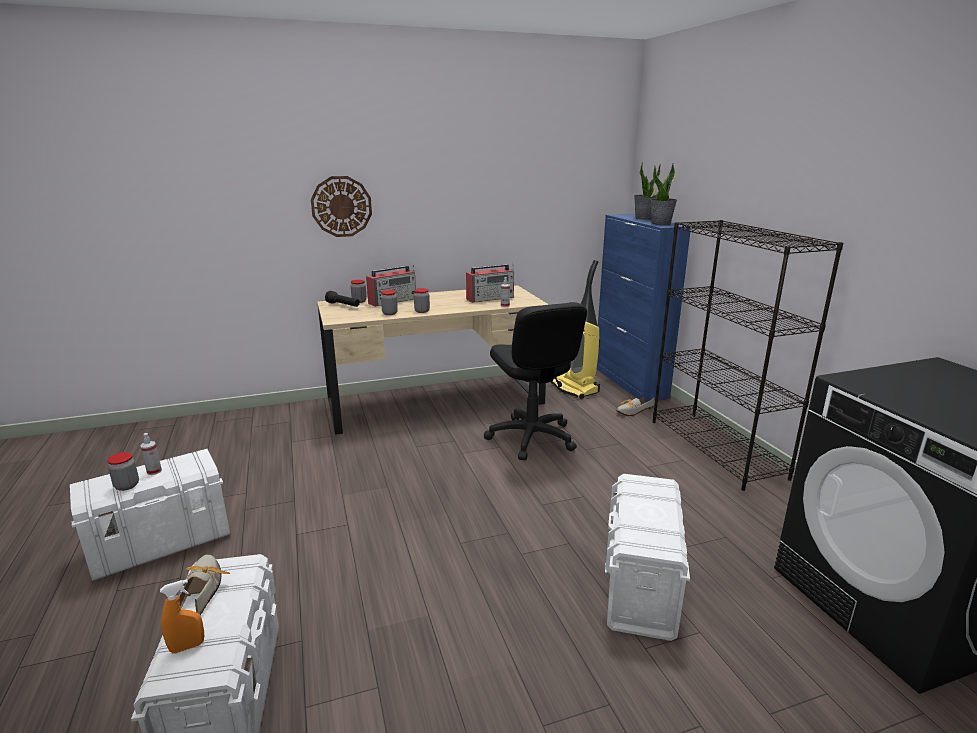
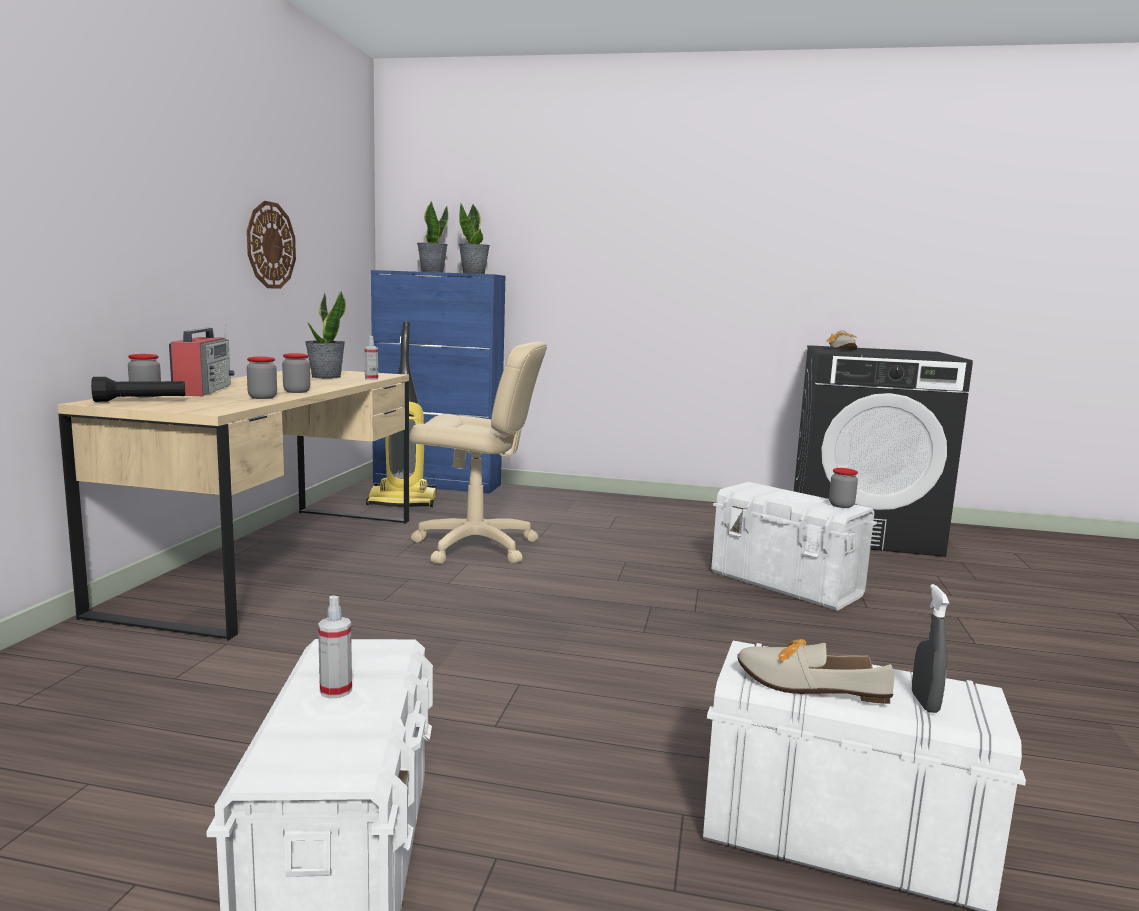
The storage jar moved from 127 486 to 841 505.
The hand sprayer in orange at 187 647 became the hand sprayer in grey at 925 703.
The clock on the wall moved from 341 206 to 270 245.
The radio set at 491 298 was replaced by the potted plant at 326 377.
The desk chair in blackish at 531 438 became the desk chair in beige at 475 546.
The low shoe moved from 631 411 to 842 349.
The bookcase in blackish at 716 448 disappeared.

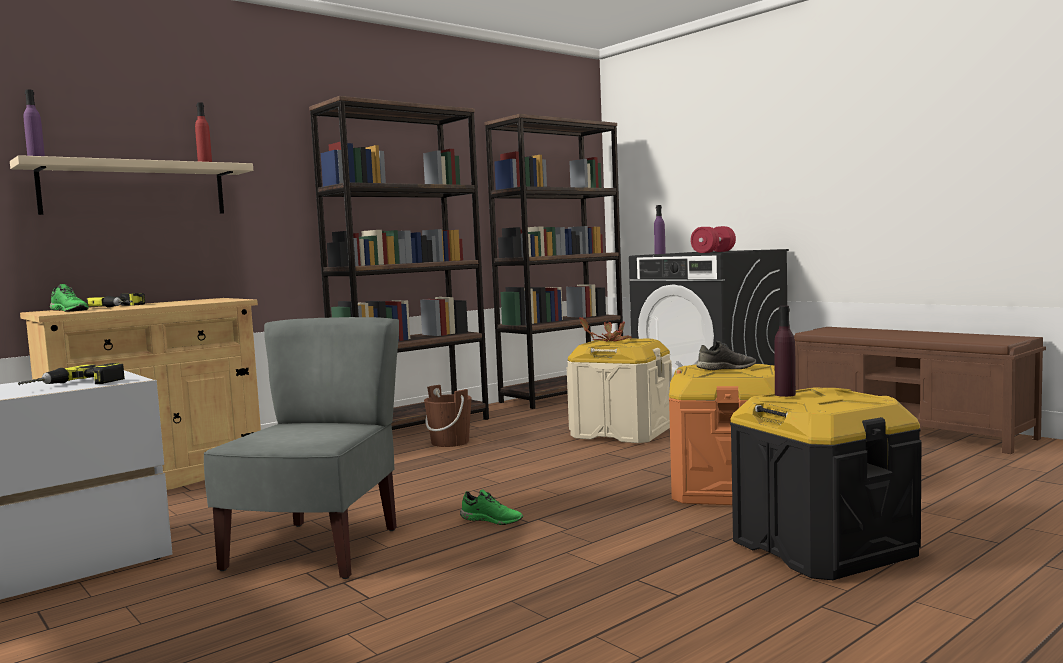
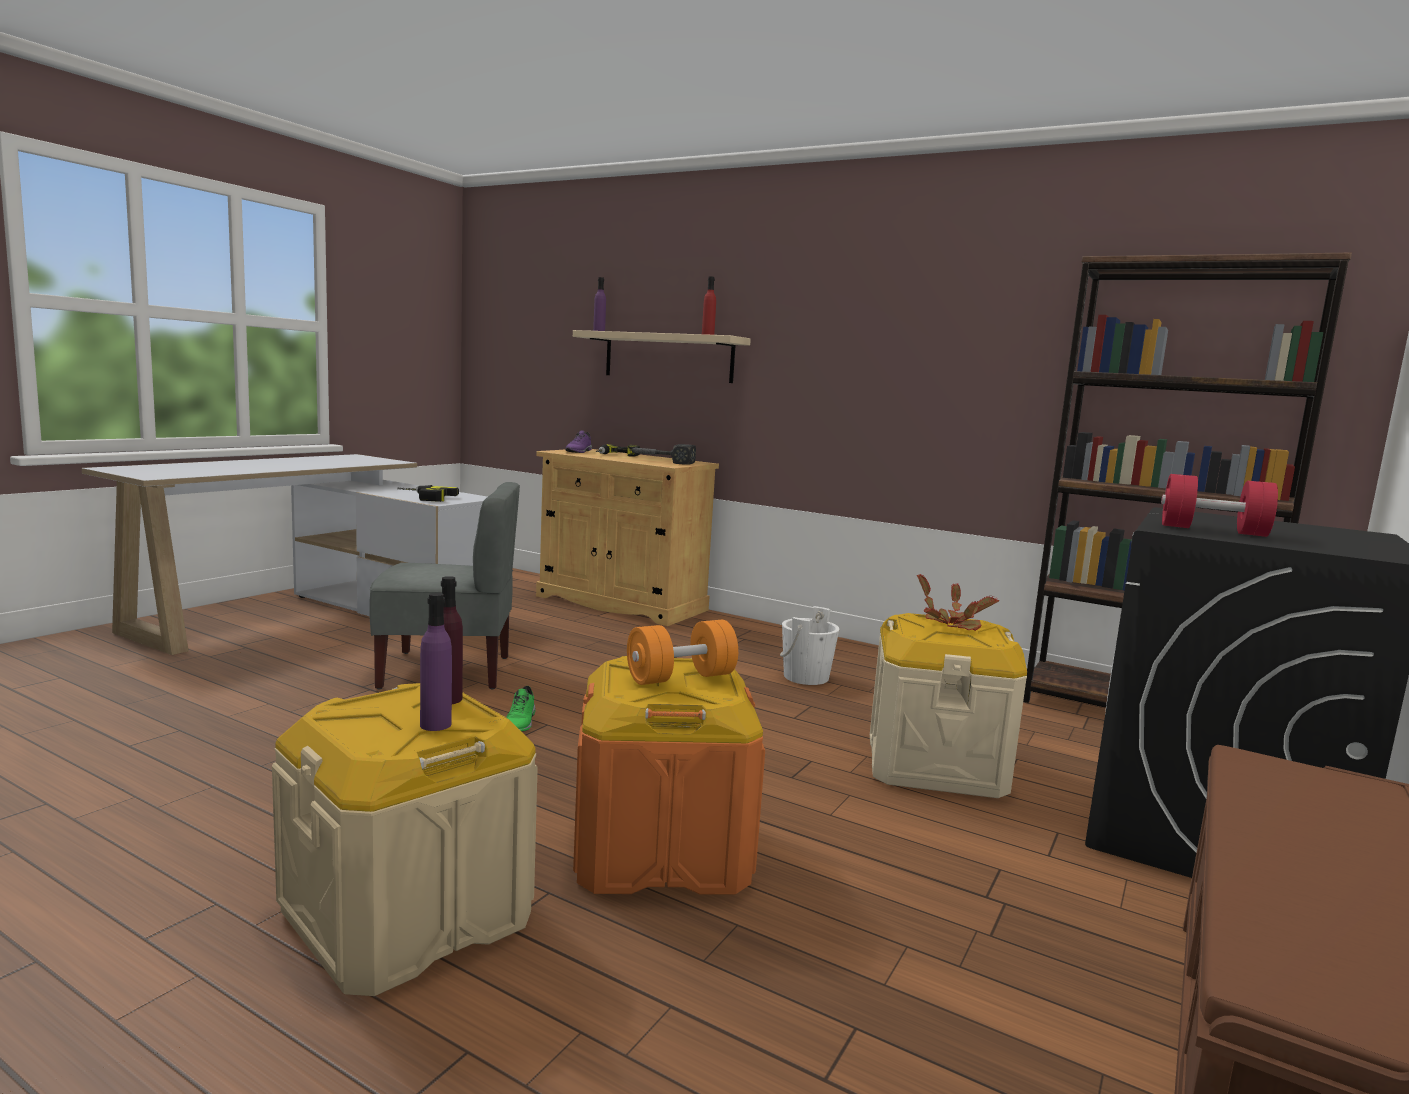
The low shoe in green at 70 311 became the low shoe in purplish at 579 452.
The bookcase in brown-coloured at 413 427 disappeared.
The bucket in brown-coloured at 450 442 became the bucket in white-coloured at 806 677.
The bottle in purplish moved from 660 253 to 435 725.
The low shoe in grey at 725 368 was replaced by the free weight in orange at 681 678.
The storage box in blackish at 823 547 became the storage box in beige at 407 916.
The hand hammer at 660 461 appeared.

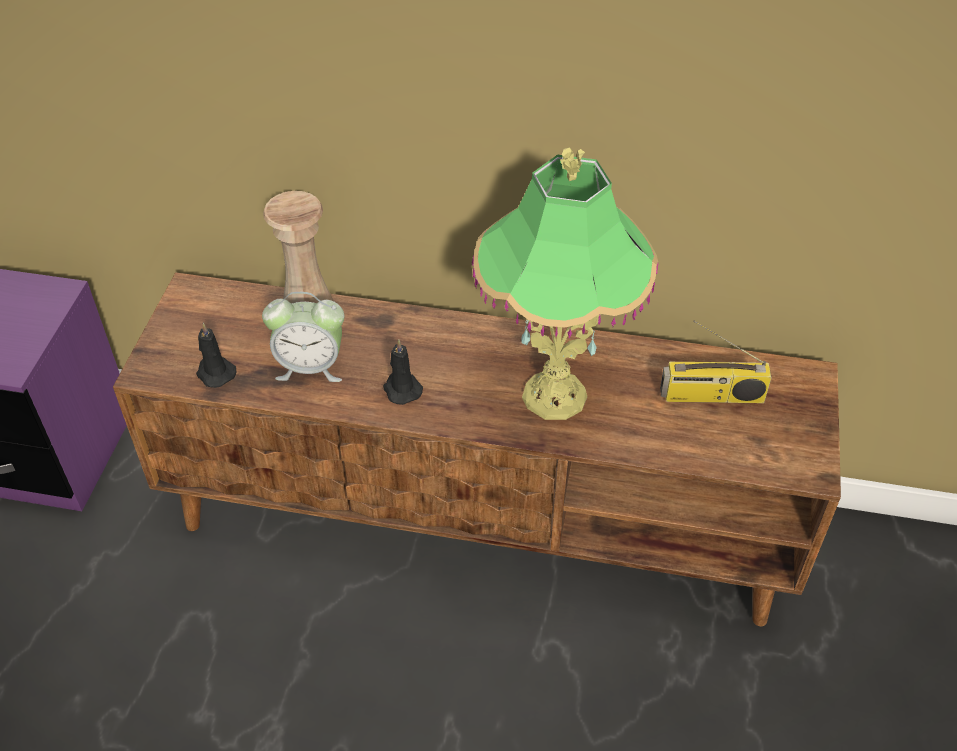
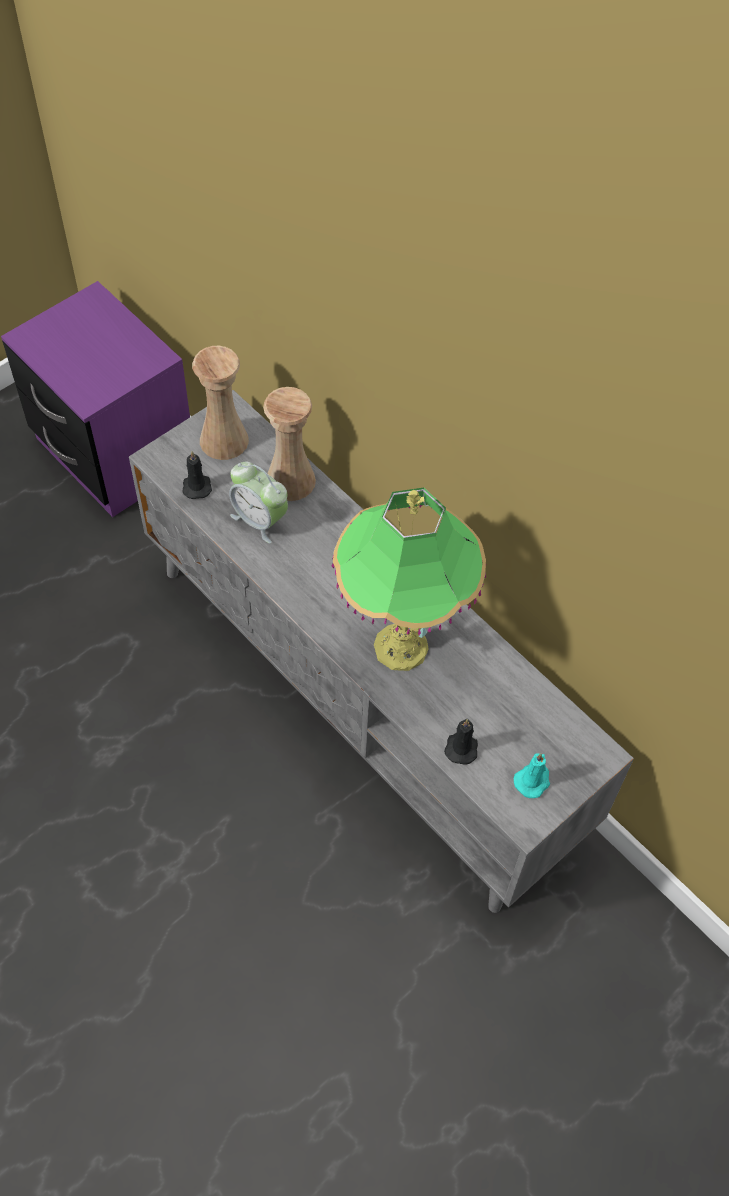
The tv stand in brown-coloured at 481 520 became the tv stand in grey at 363 698.
The wax candle in blackish moved from 401 389 to 461 747.
The radio set at 711 396 disappeared.
The decorative vase in beige at 224 440 appeared.
The wax candle in blue-green at 533 780 appeared.

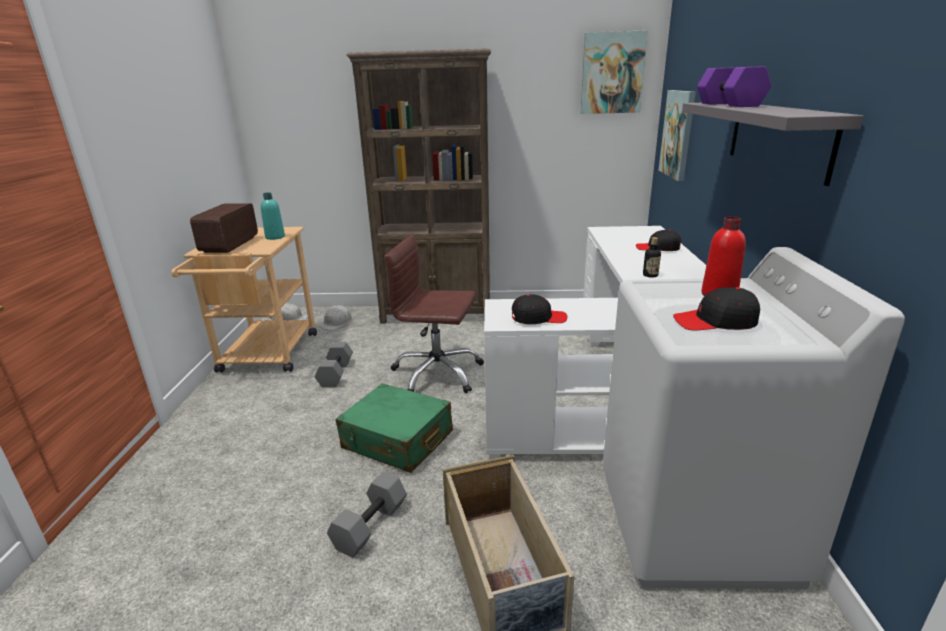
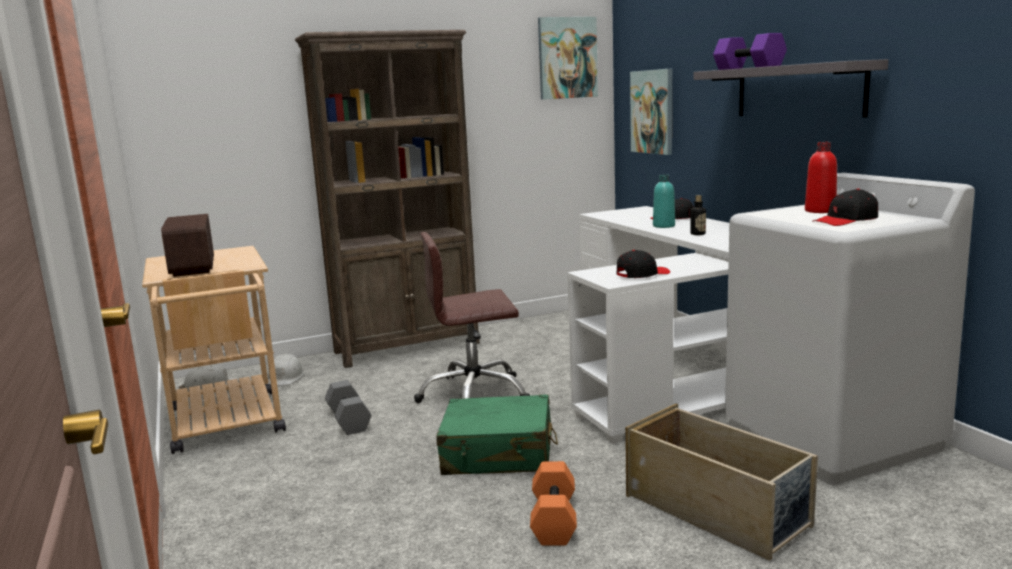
The bottle in blue-green moved from 275 237 to 664 226.
The free weight in grey at 370 525 became the free weight in orange at 552 519.

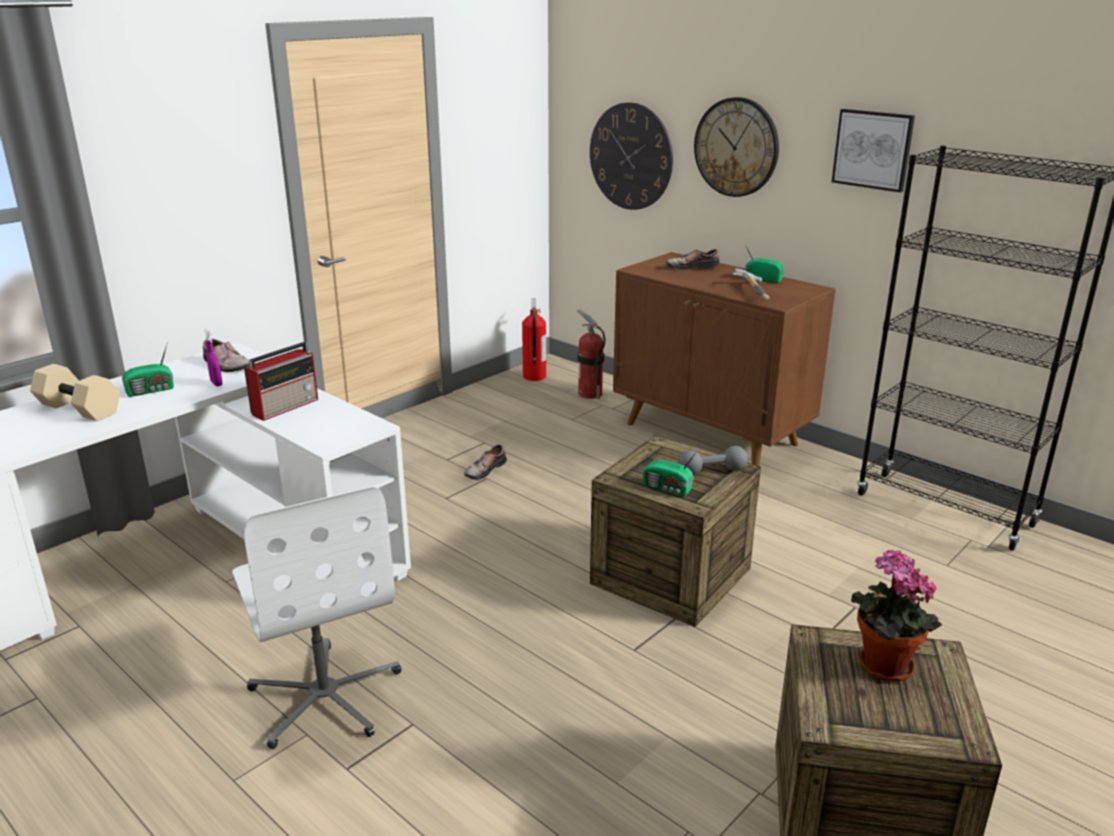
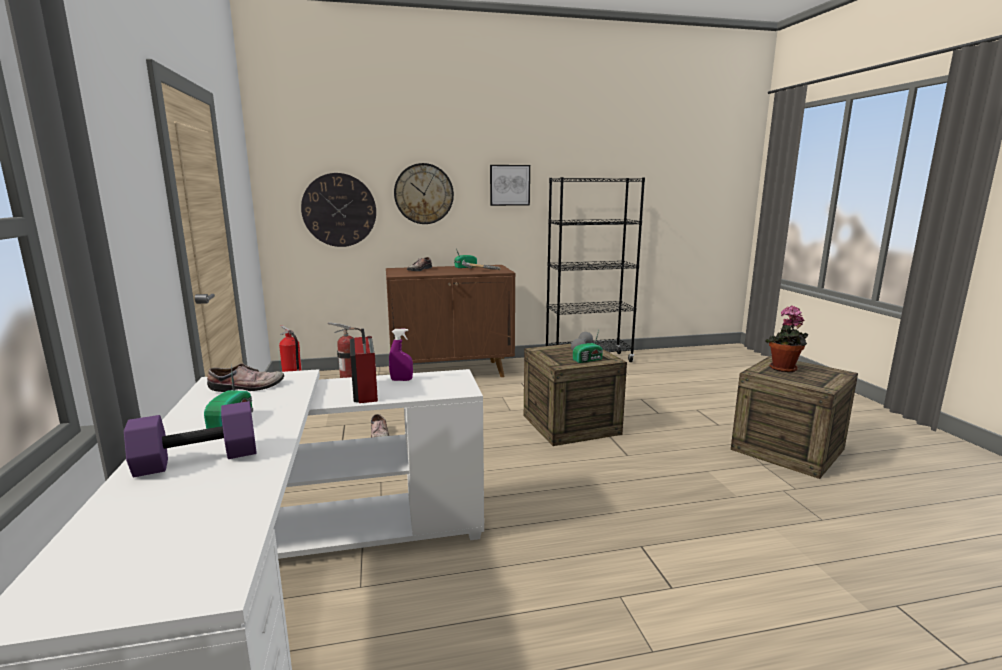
The free weight in beige at 77 409 became the free weight in purplish at 196 460.
The hand sprayer in purplish moved from 216 383 to 401 380.
The desk chair in white-coloured at 325 696 disappeared.

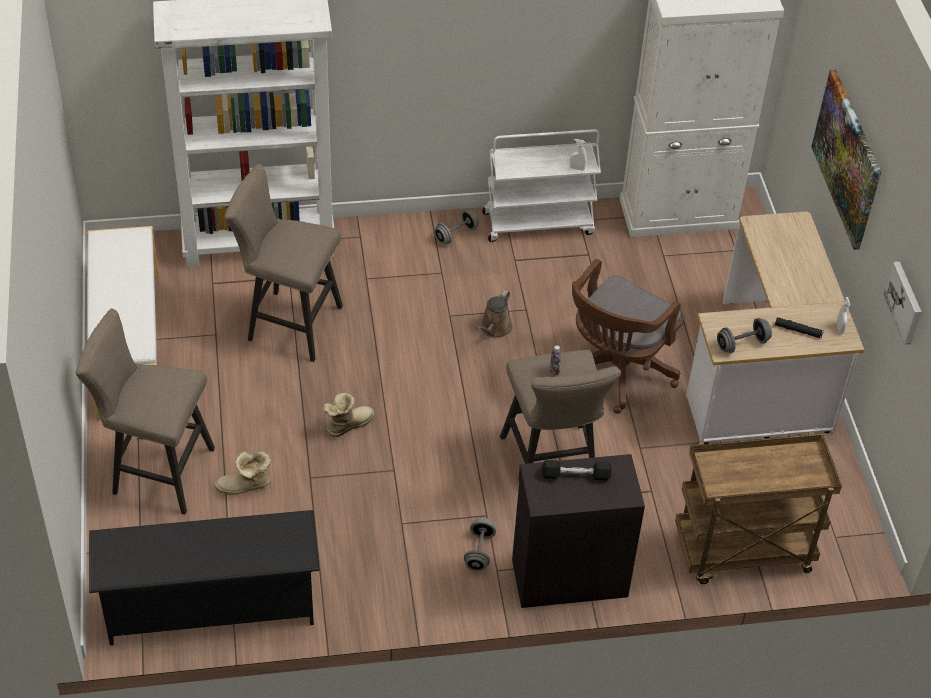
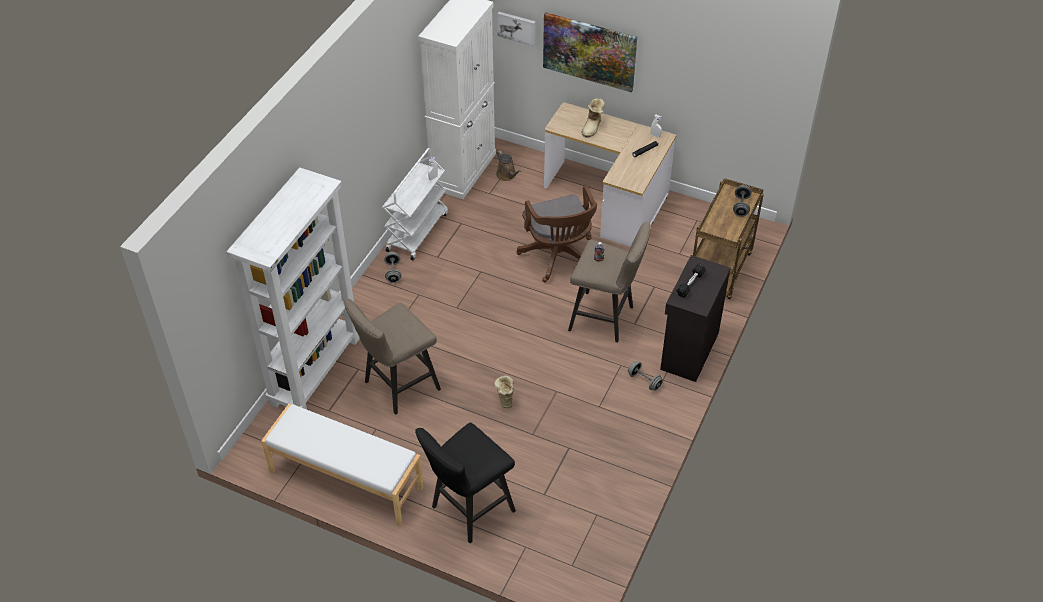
The stool seat in beige at 156 471 became the stool seat in blackish at 468 511.
The shoe rack in blackish at 210 607 disappeared.
The high-top boot moved from 245 487 to 593 127.
The watering can in brown-coloured moved from 494 329 to 507 175.
The free weight in grey moved from 742 344 to 741 206.
The picture moved from 905 302 to 517 27.

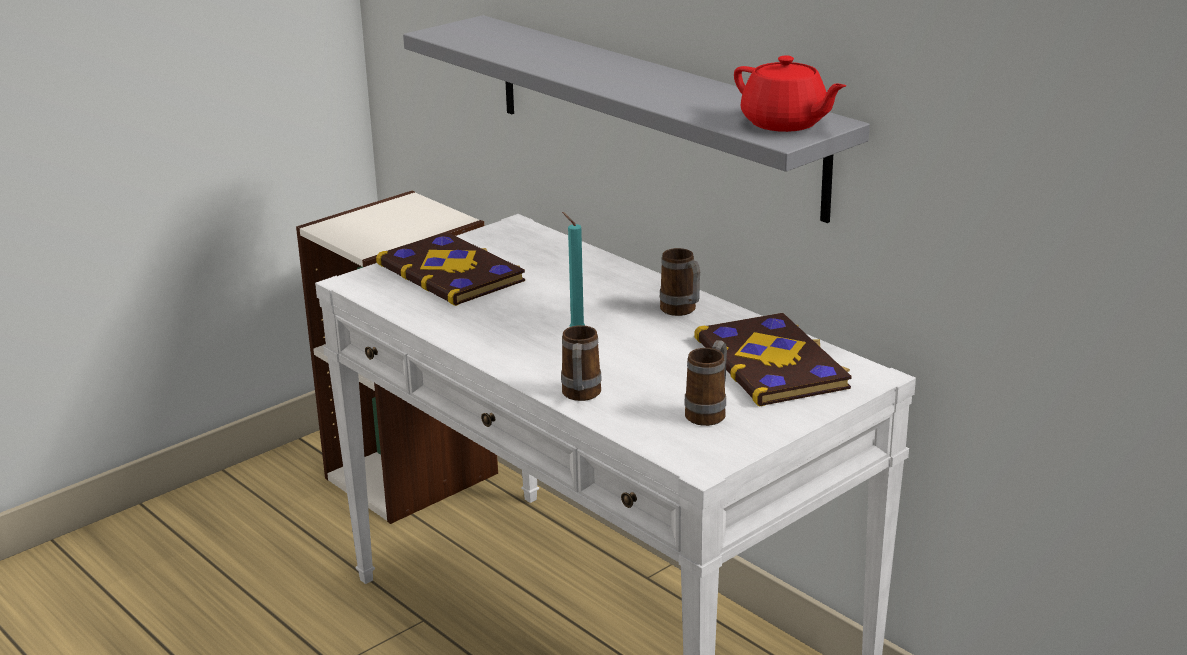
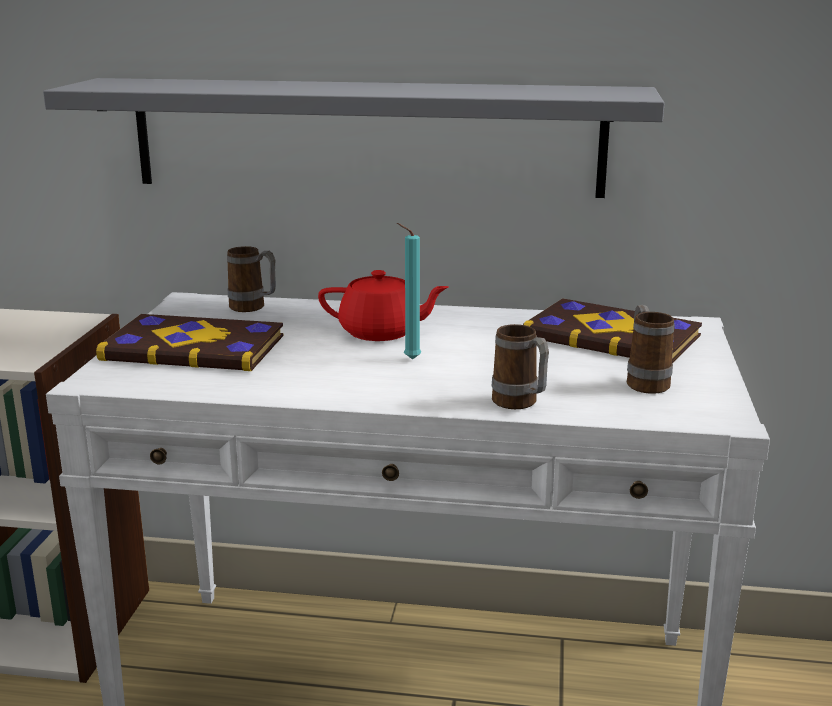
The mug moved from 681 311 to 253 308.
The pot for tea in red moved from 785 123 to 381 332.

